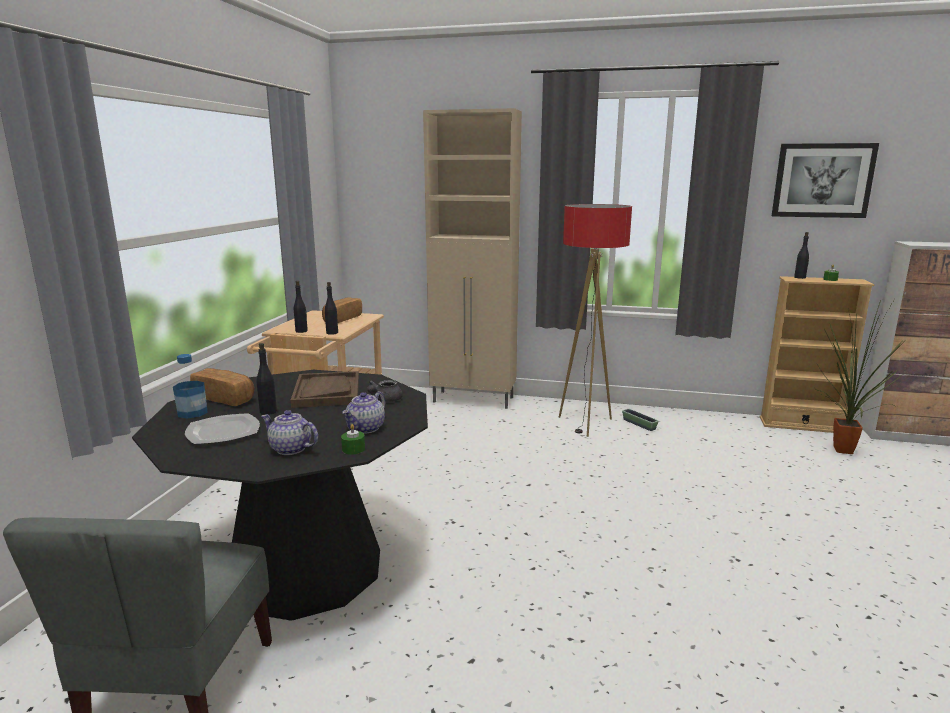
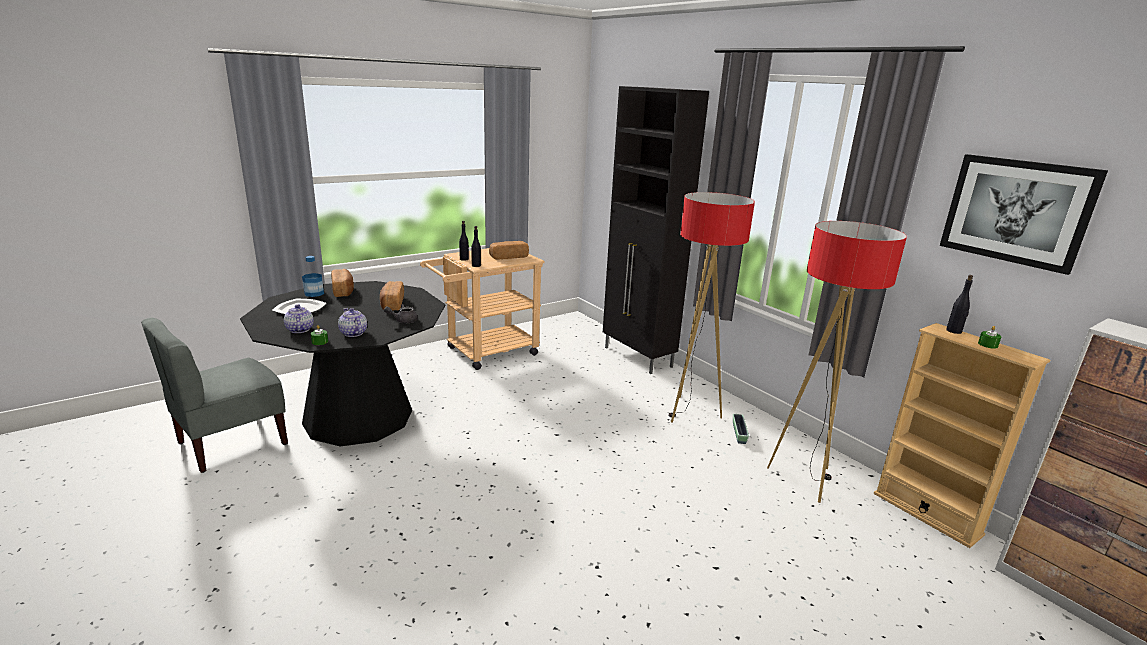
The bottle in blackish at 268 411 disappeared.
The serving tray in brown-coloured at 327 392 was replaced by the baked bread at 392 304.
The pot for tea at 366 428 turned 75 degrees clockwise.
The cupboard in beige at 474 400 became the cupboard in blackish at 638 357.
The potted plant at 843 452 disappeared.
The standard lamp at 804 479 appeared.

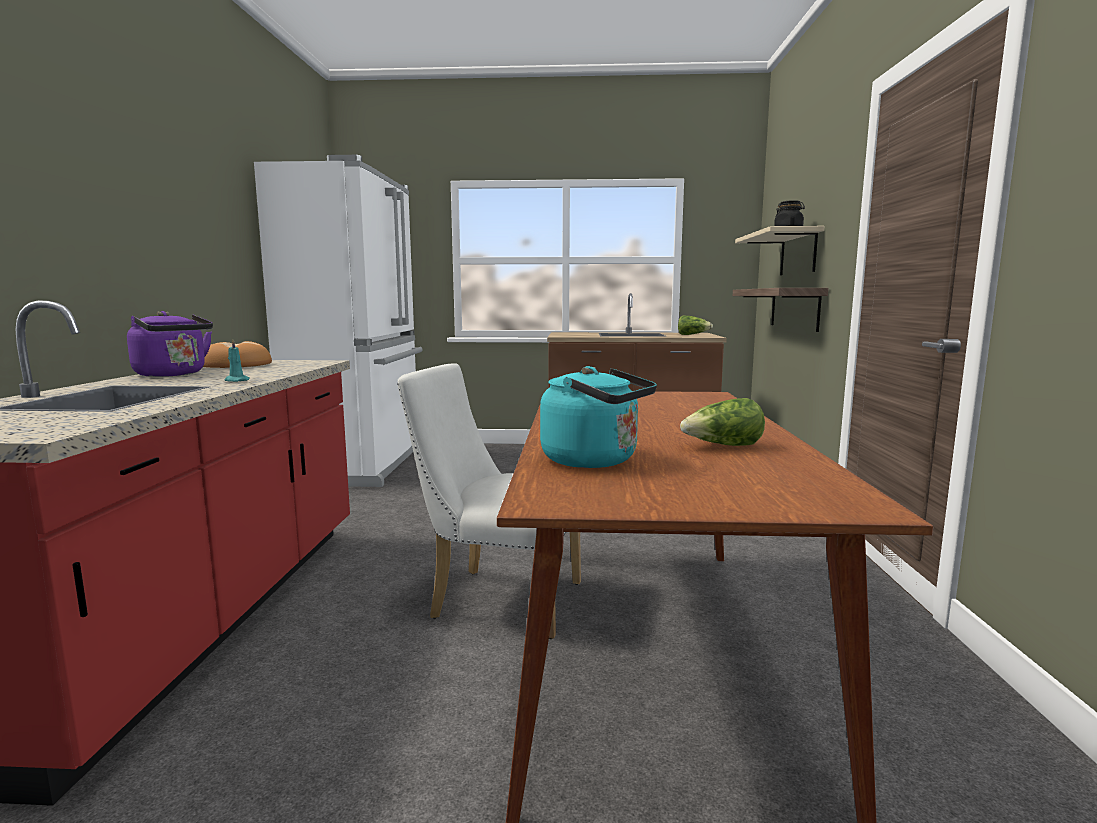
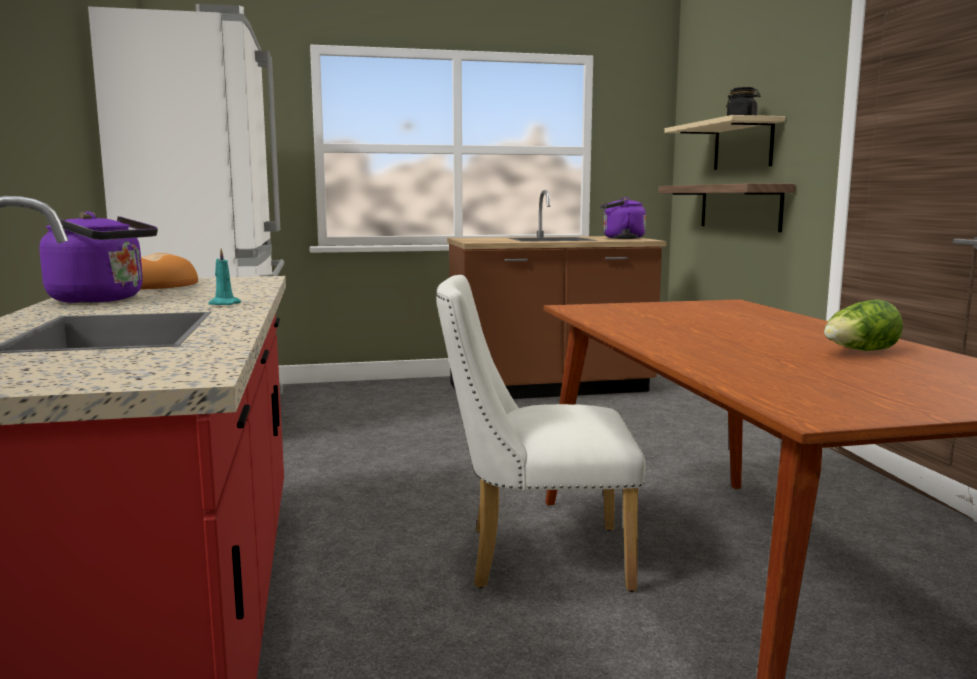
The tea kettle in blue-green at 595 460 disappeared.
The head of lettuce at 692 335 was replaced by the tea kettle in purplish at 620 238.

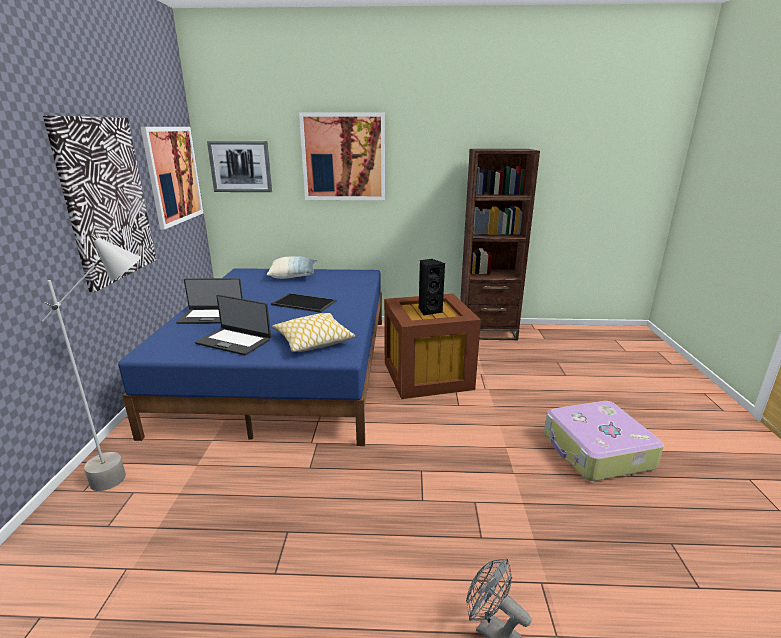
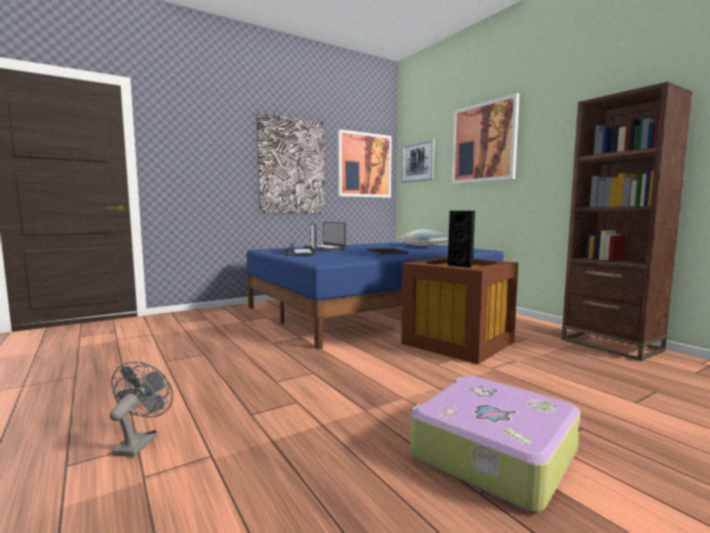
The standard lamp in grey at 137 473 disappeared.
The throw pillow at 313 341 disappeared.

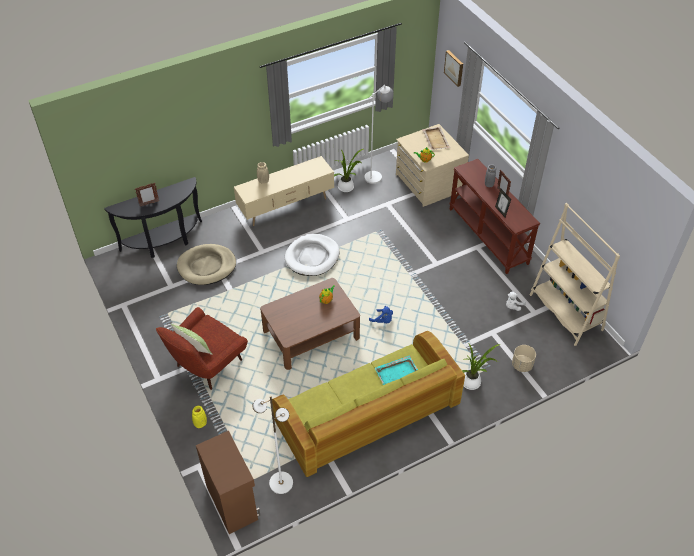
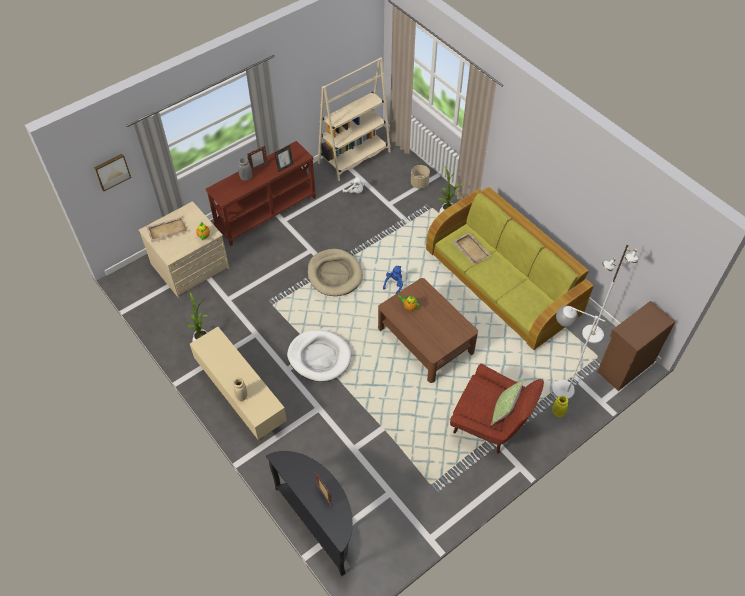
The dog bed in beige moved from 207 266 to 334 274.
The standard lamp in white-coloured moved from 376 174 to 555 387.
The serving tray in blue-green at 397 372 became the serving tray in beige at 471 249.

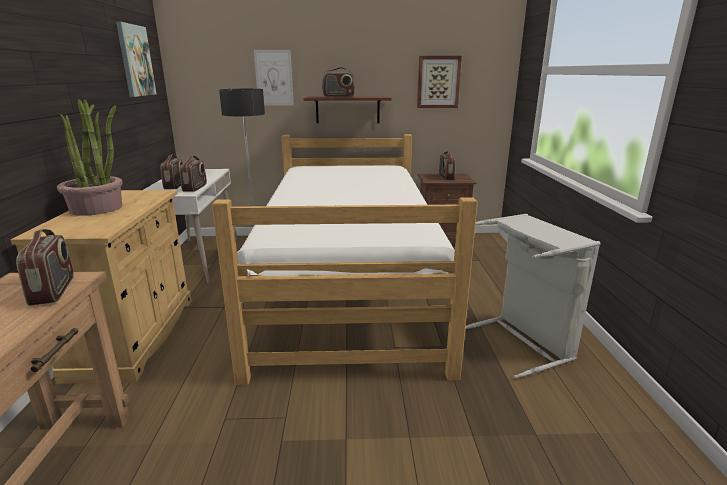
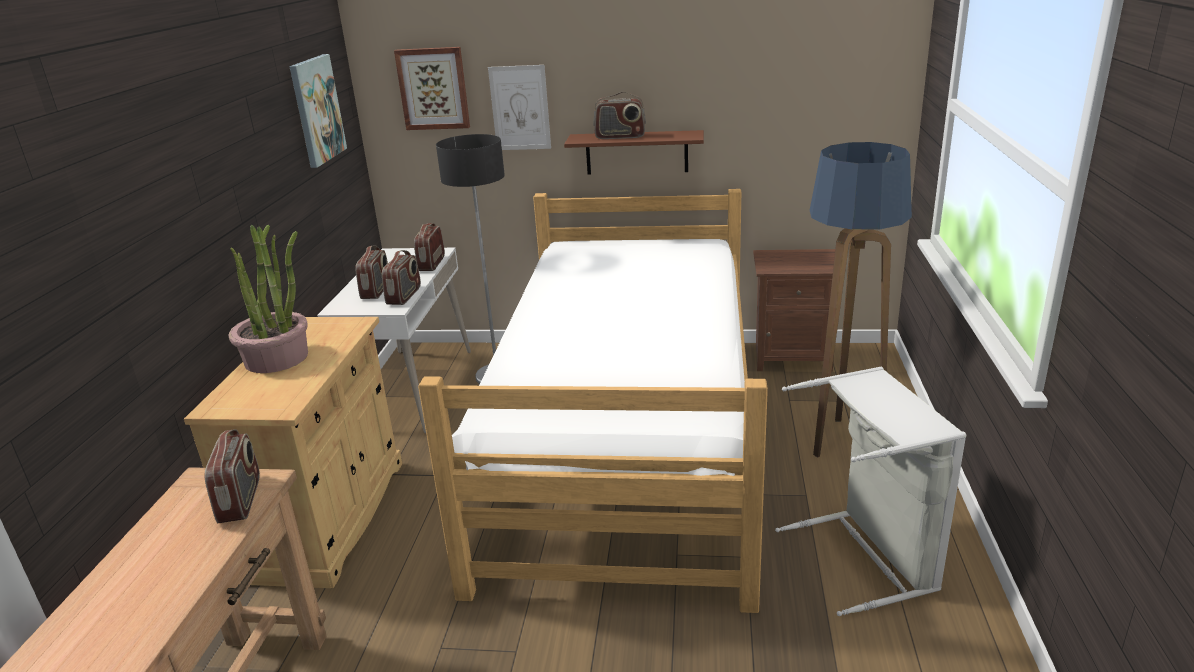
The picture moved from 438 82 to 433 88.
The radio set moved from 446 177 to 431 264.
The standard lamp at 840 442 appeared.

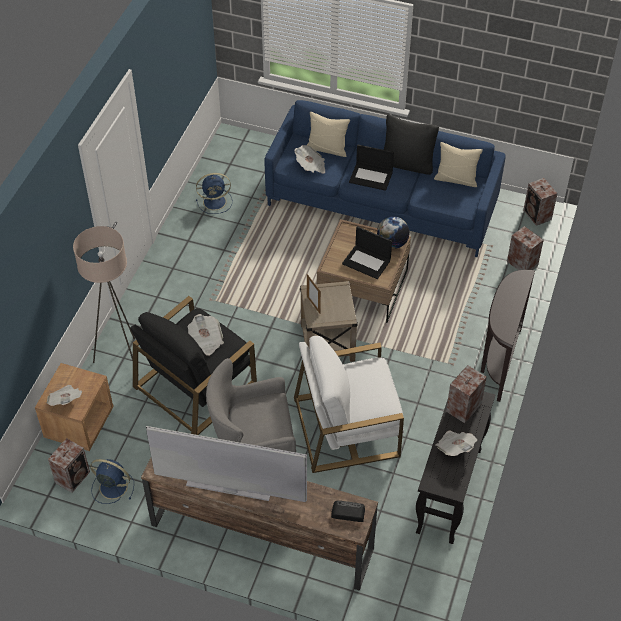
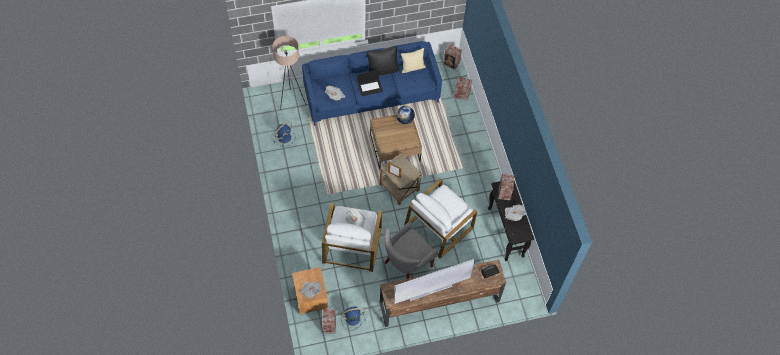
The standard lamp in beige moved from 121 358 to 292 101.
The easy chair in blackish at 195 383 became the easy chair in white-coloured at 351 244.
The throw pillow in beige at 327 149 disappeared.
The laptop at 367 262 disappeared.
The narrow table in brown-coloured at 498 361 disappeared.

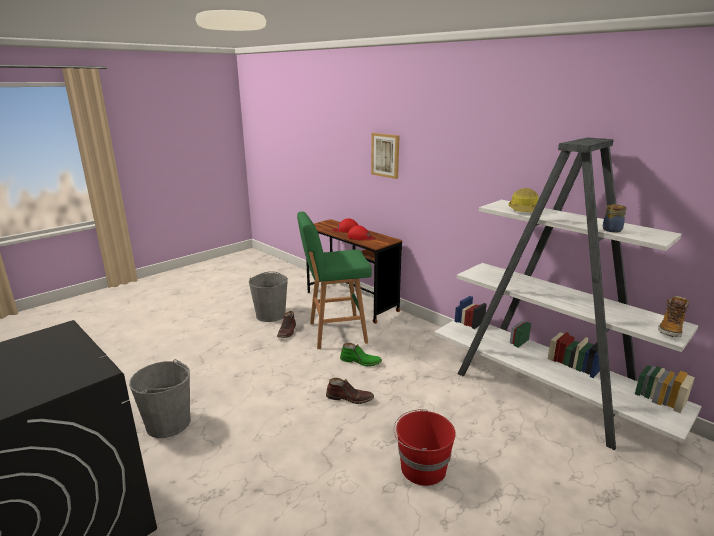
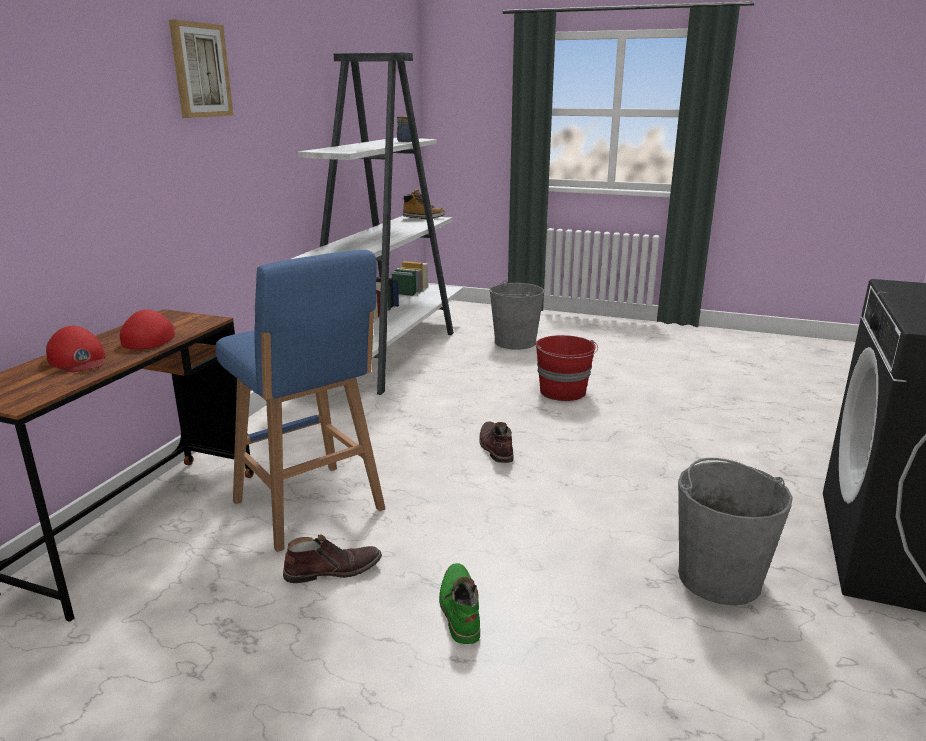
The bucket in grey moved from 271 315 to 514 342.
The stool seat in green at 335 333 became the stool seat in blue at 311 508.
The high-top boot in green moved from 361 361 to 459 609.
The picture moved from 385 155 to 200 70.
The safety helmet at 524 210 disappeared.

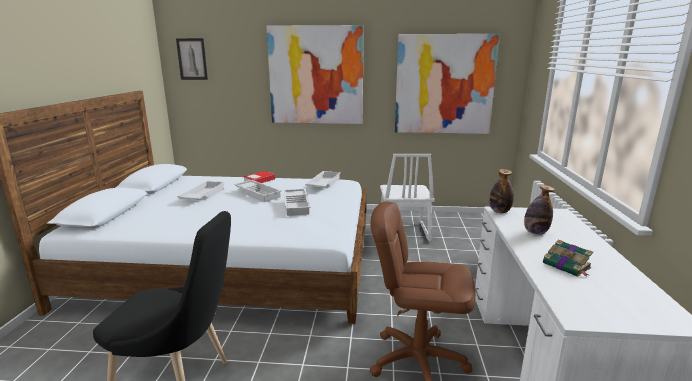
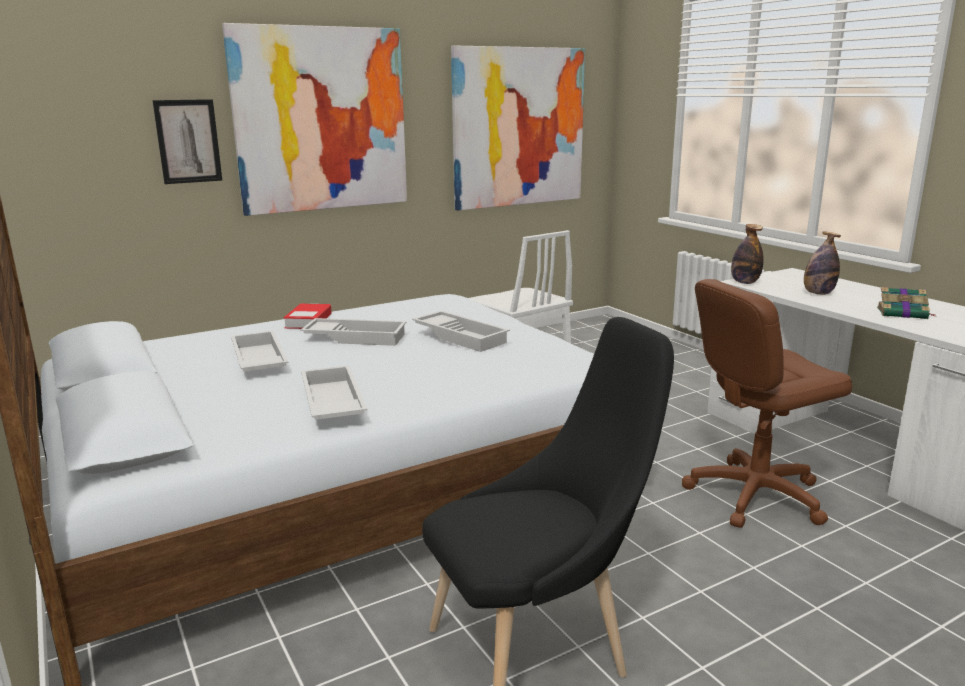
The picture moved from 192 59 to 188 141.
The serving tray in white-coloured moved from 323 184 to 331 404.

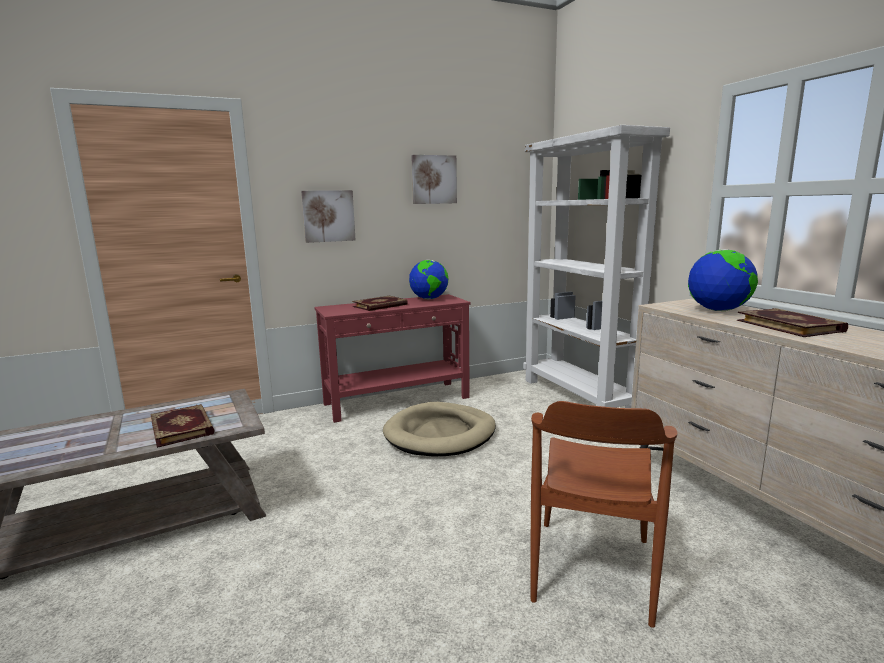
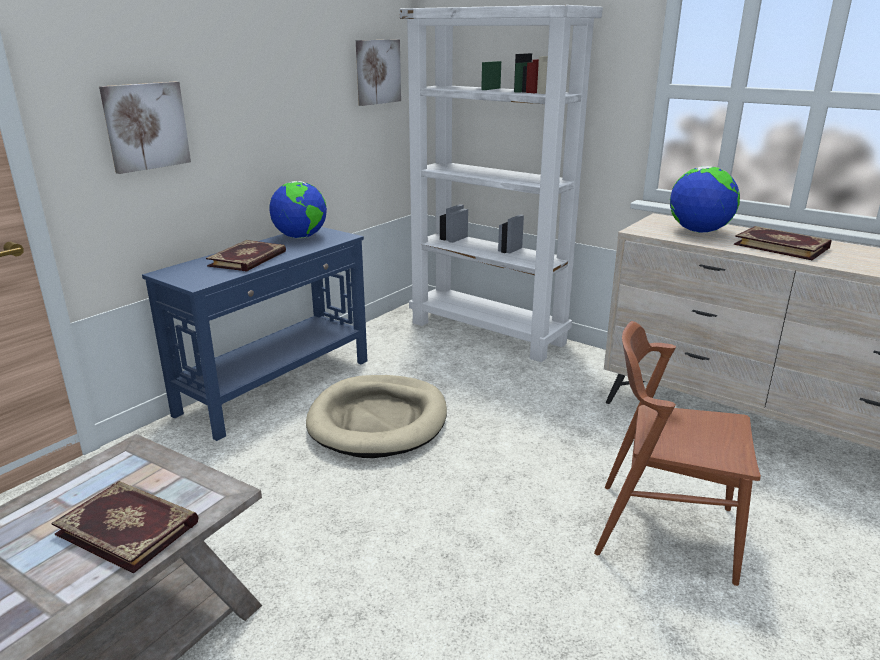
The narrow table in red at 398 401 became the narrow table in blue at 278 386.
The picture moved from 433 179 to 377 72.
The upright chair in brown-coloured at 592 569 turned 120 degrees clockwise.

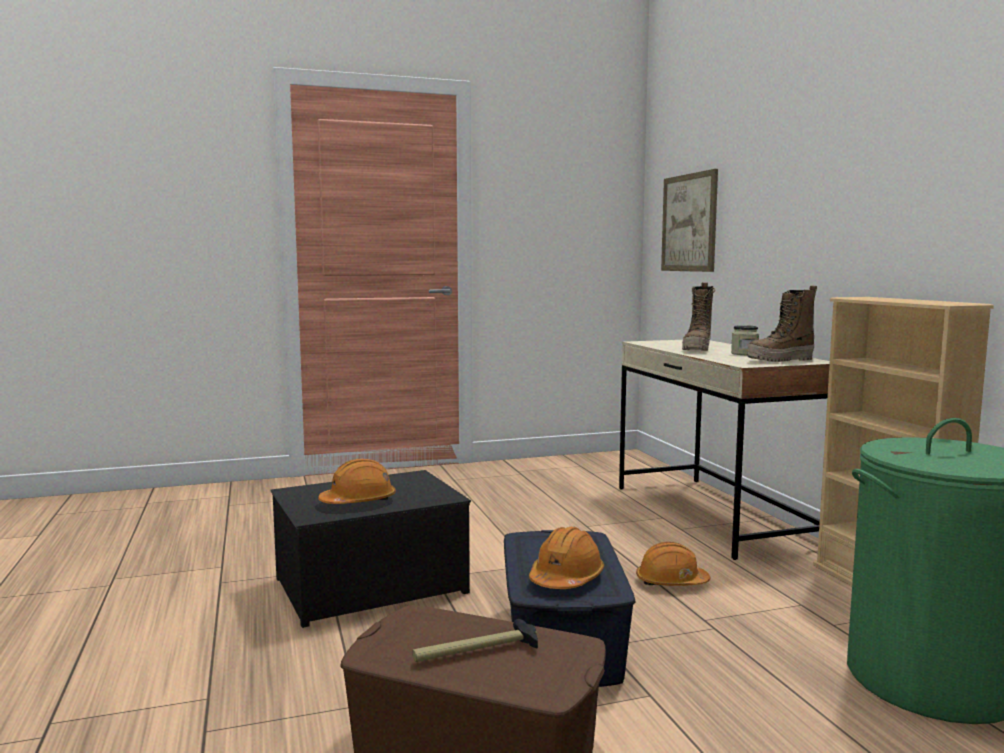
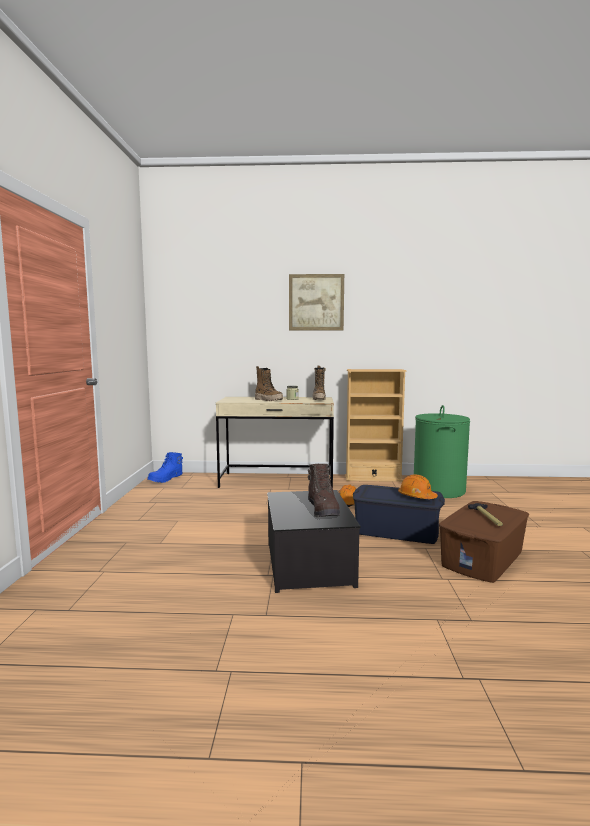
The safety helmet in orange at 358 501 was replaced by the high-top boot in brown-coloured at 323 510.
The picture moved from 689 223 to 316 302.
The high-top boot in blue at 166 479 appeared.

